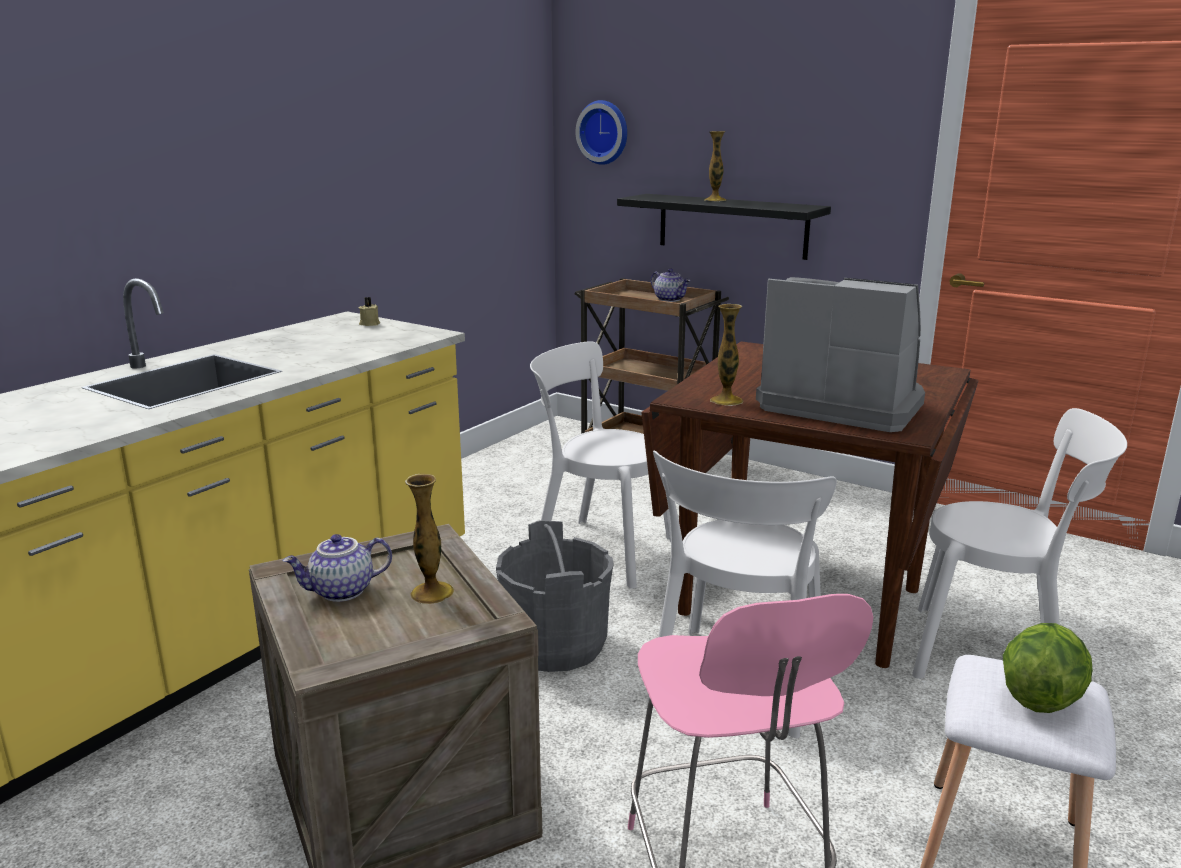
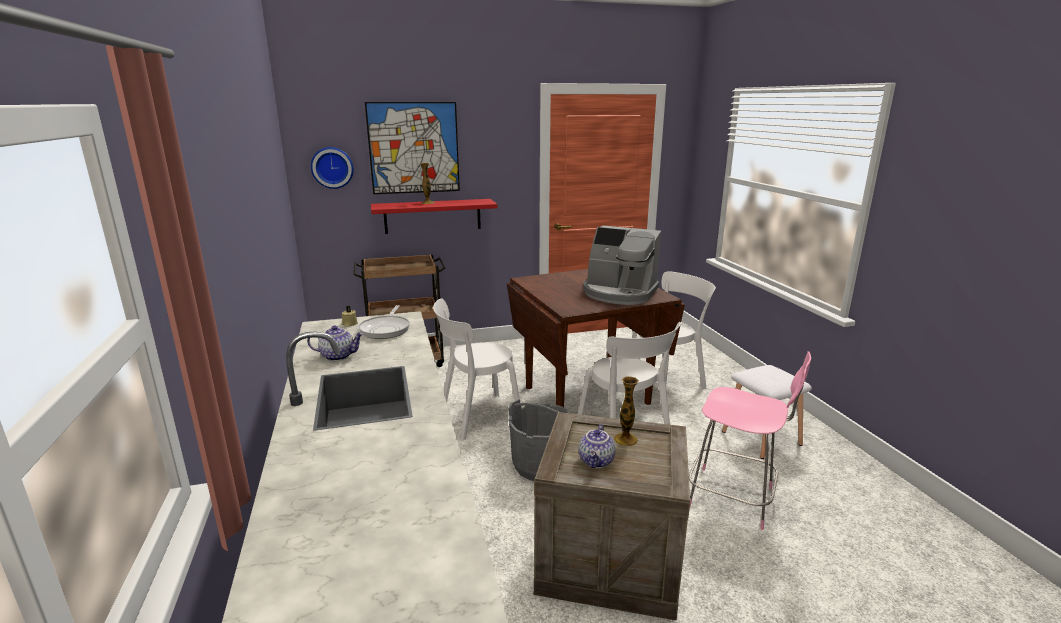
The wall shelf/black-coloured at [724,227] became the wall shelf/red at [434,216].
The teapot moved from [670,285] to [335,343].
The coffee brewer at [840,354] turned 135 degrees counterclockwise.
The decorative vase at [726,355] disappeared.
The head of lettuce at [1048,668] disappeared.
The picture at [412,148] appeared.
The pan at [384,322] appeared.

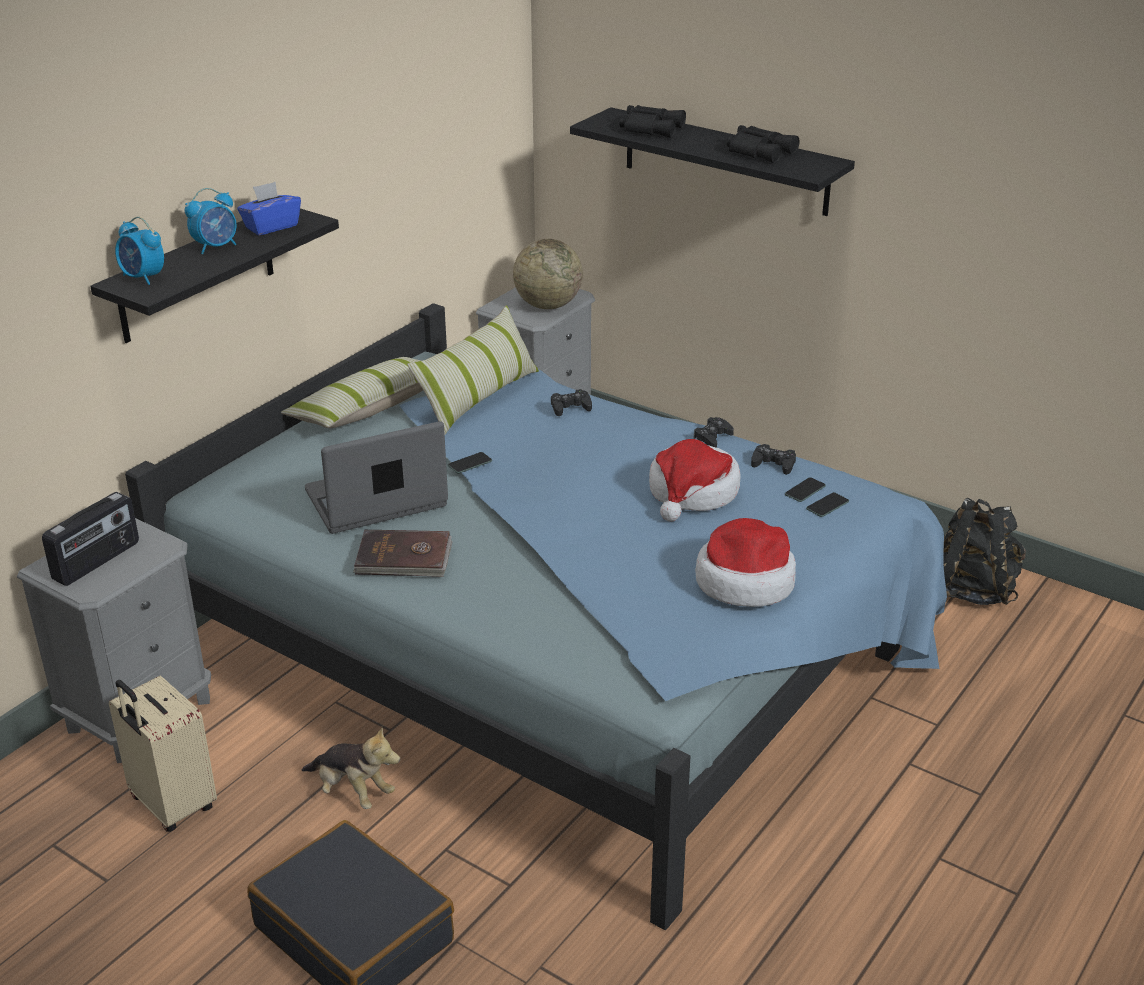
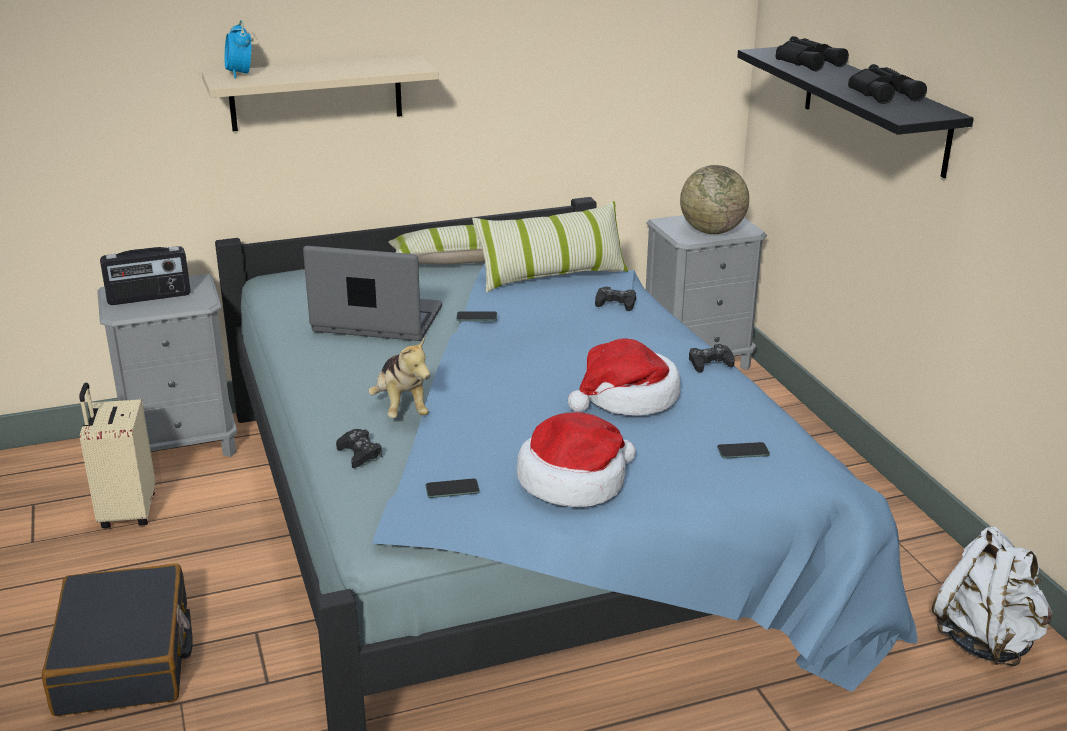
The tissue holder/blue-coloured at [269,209] disappeared.
The alarm clock at [210,221] disappeared.
The wall shelf/black-coloured at [214,275] became the wall shelf/beige-coloured at [320,93].
The joypad/black-coloured moved from [773,459] to [359,448].
The handset moved from [805,489] to [452,488].
The backpack/black-coloured at [984,551] became the backpack/white at [992,596].
The volume/brown at [403,553] disappeared.
The soft toy moved from [351,767] to [399,377].

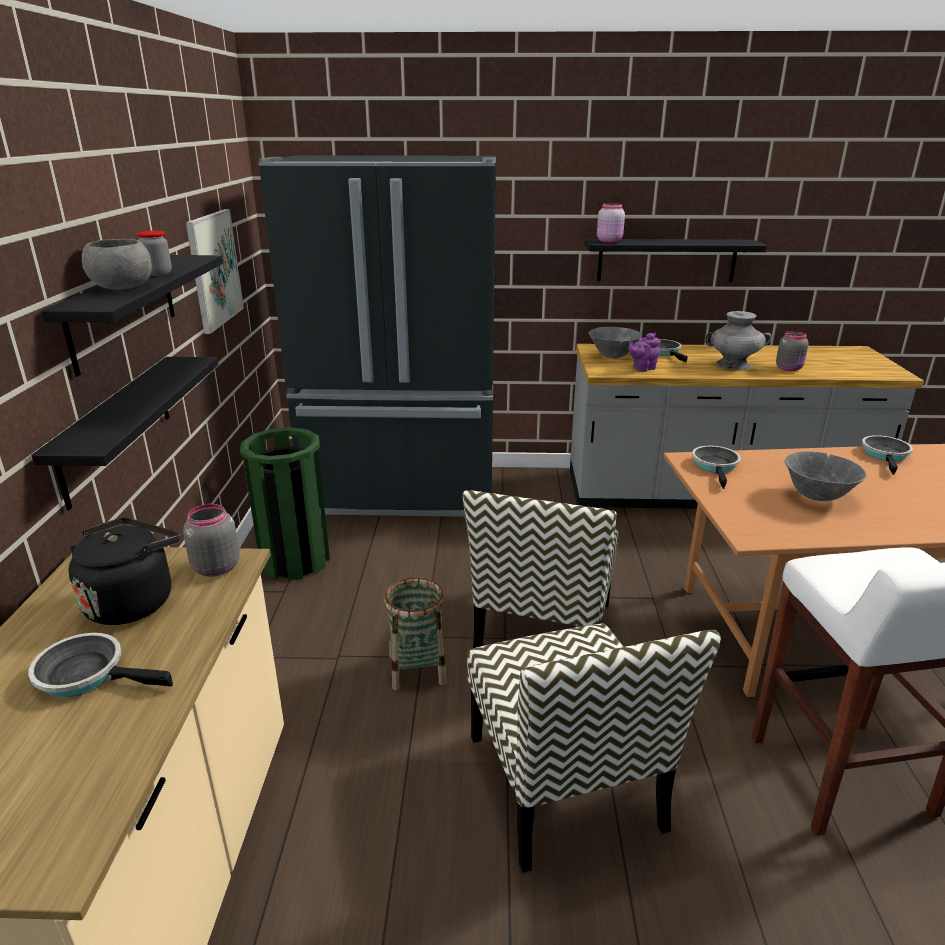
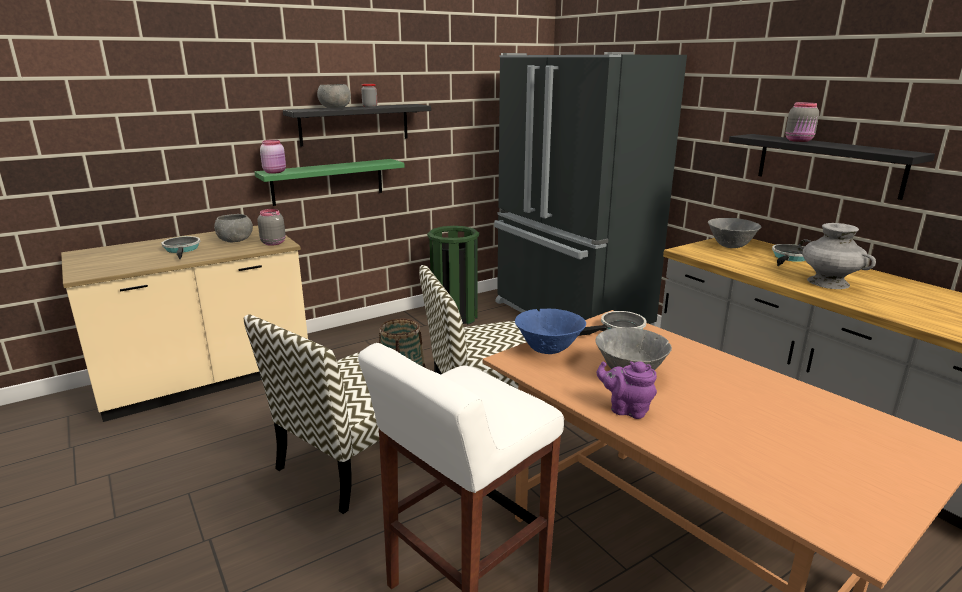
The preserve jar/pink moved from [611,223] to [273,157].
The picture at [215,271] disappeared.
The preserve jar/grey moved from [792,351] to [802,122].
The teapot/purple-coloured moved from [644,352] to [627,390].
The wall shelf/black-coloured at [124,433] became the wall shelf/green at [329,182].
The pan at [887,455] disappeared.
The water kettle/black-coloured at [124,571] was replaced by the deep dish/grey at [233,228].
The deep dish/blue-coloured at [550,331] appeared.

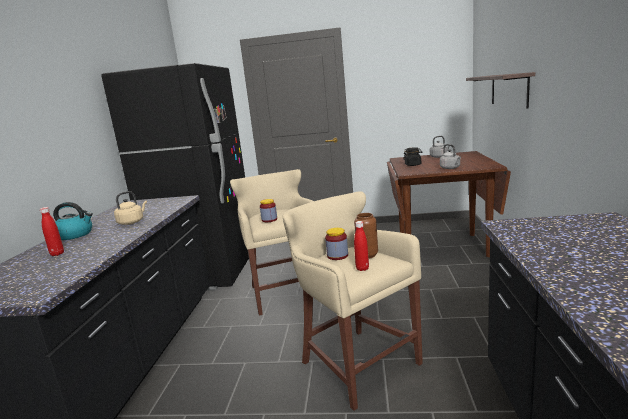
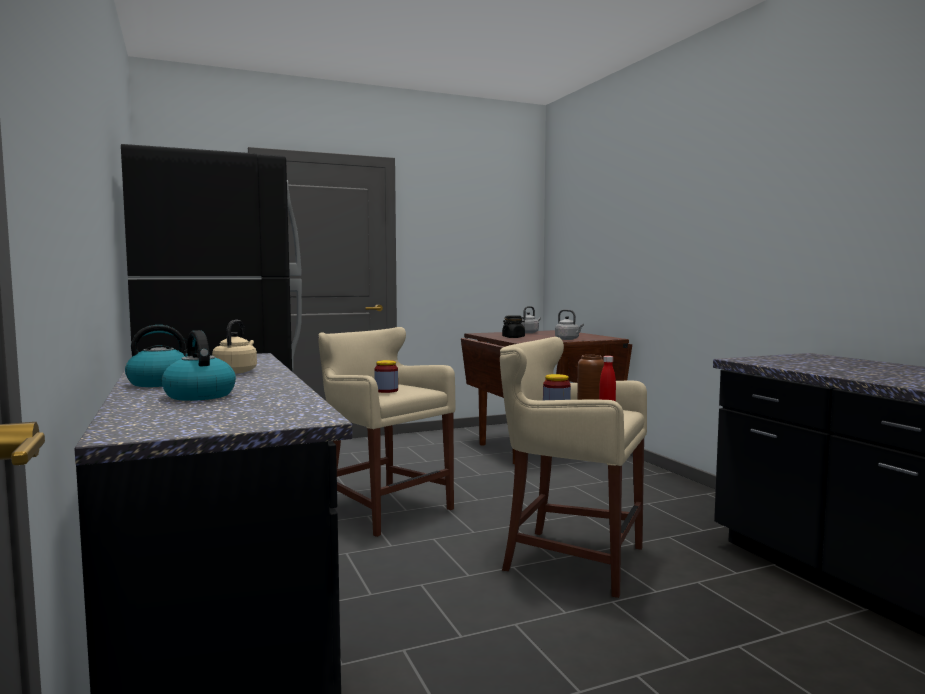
The wall shelf at [500,90] disappeared.
The drink bottle/red at [52,231] was replaced by the water kettle at [199,365].

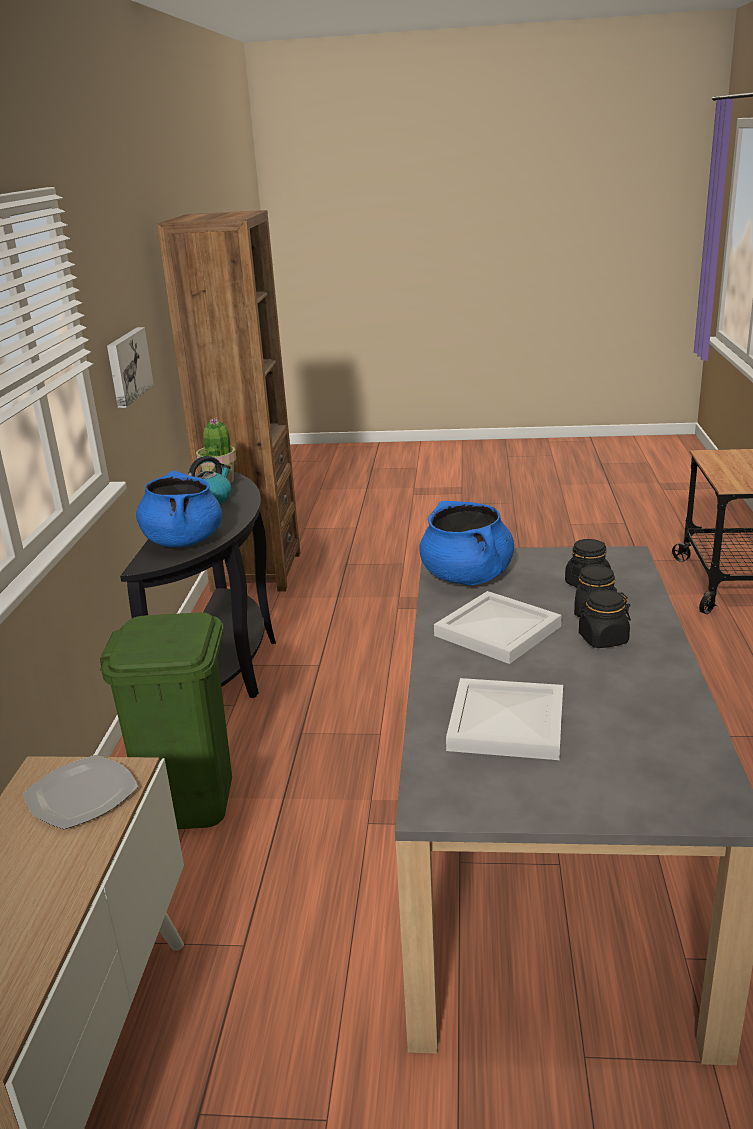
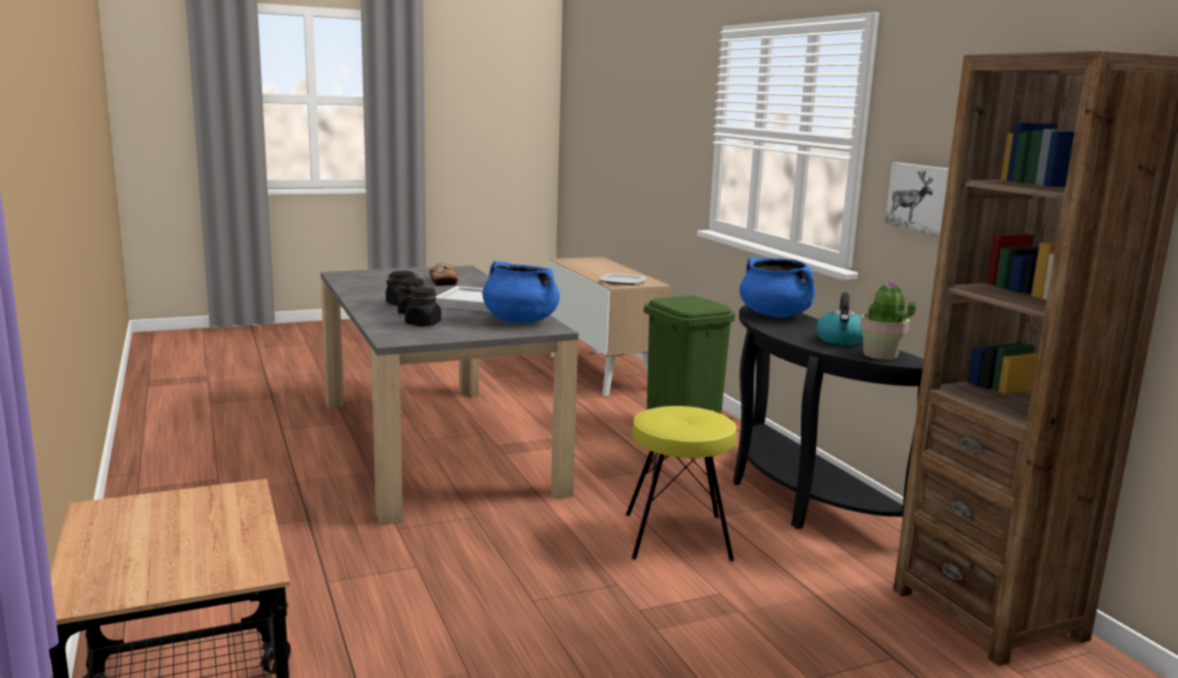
The tray/white at [504,719] was replaced by the baked bread at [443,274].
The stool seat/yellowish at [681,484] appeared.

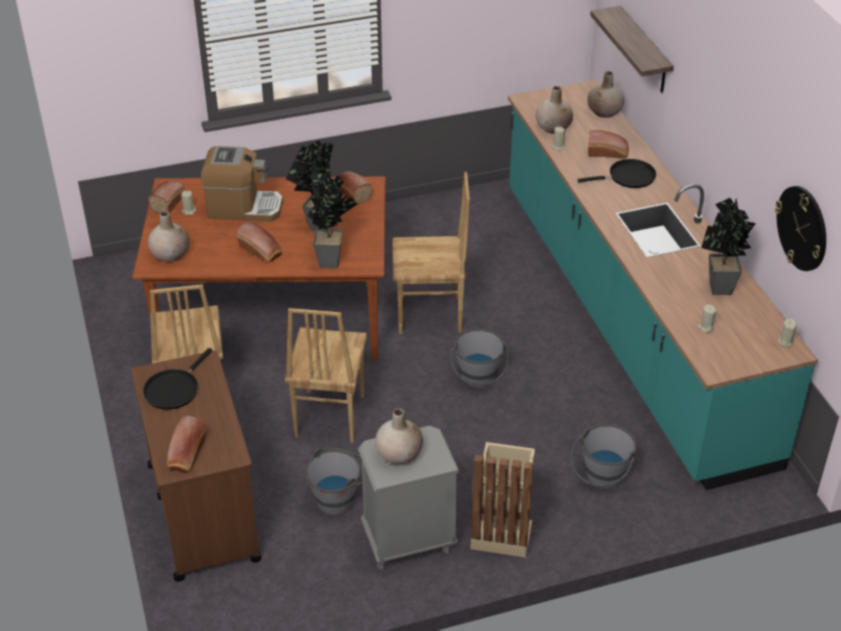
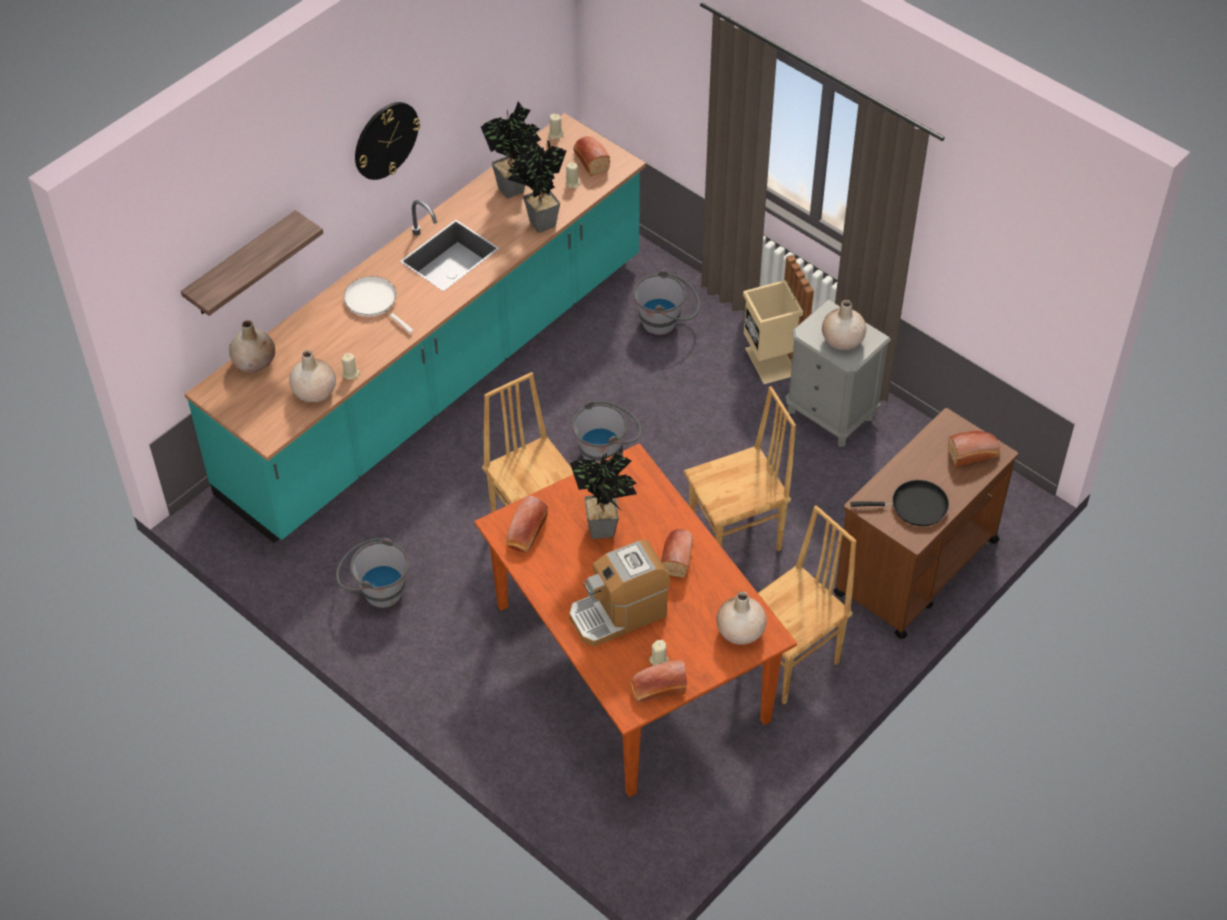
The baked bread moved from [608,144] to [591,156].
The coffee brewer at [242,184] turned 90 degrees counterclockwise.
The pan/black-coloured at [617,173] became the pan/white at [378,304].
The potted plant moved from [332,220] to [537,186].
The clock on the wall moved from [800,228] to [387,141].
The bucket/grey moved from [333,481] to [372,573].

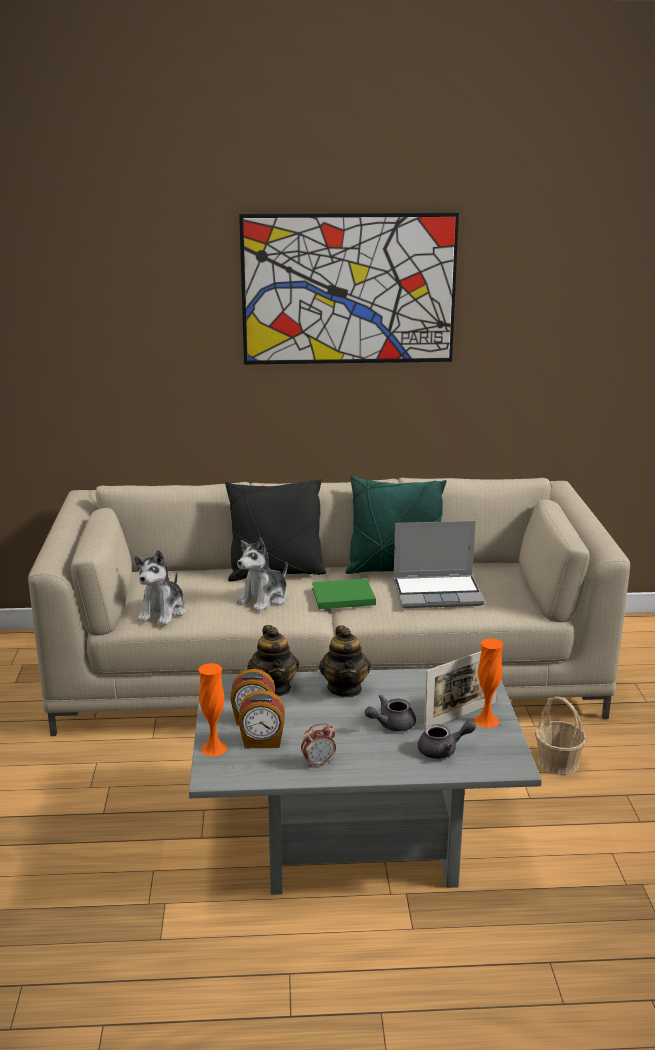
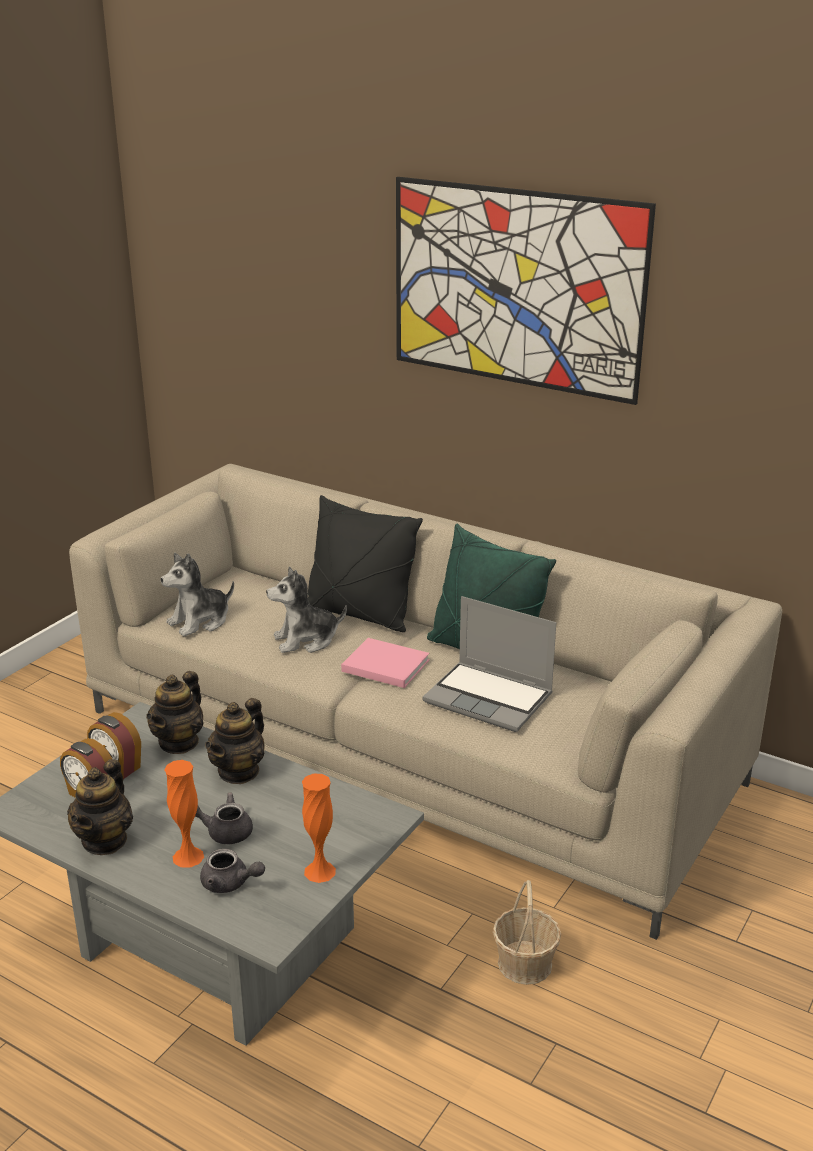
The volume/green at [344,594] became the volume/pink at [385,663].
The photo frame at [460,690] disappeared.
The decorative vase/orangey moved from [212,709] to [184,814].
The alarm clock at [318,745] was replaced by the teapot at [100,807].

